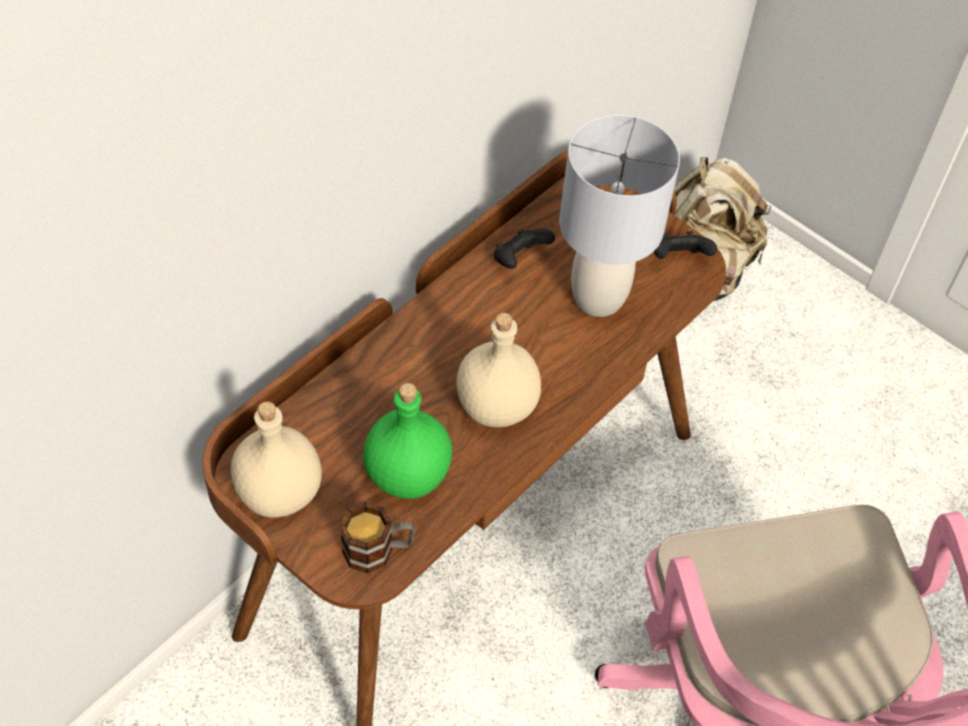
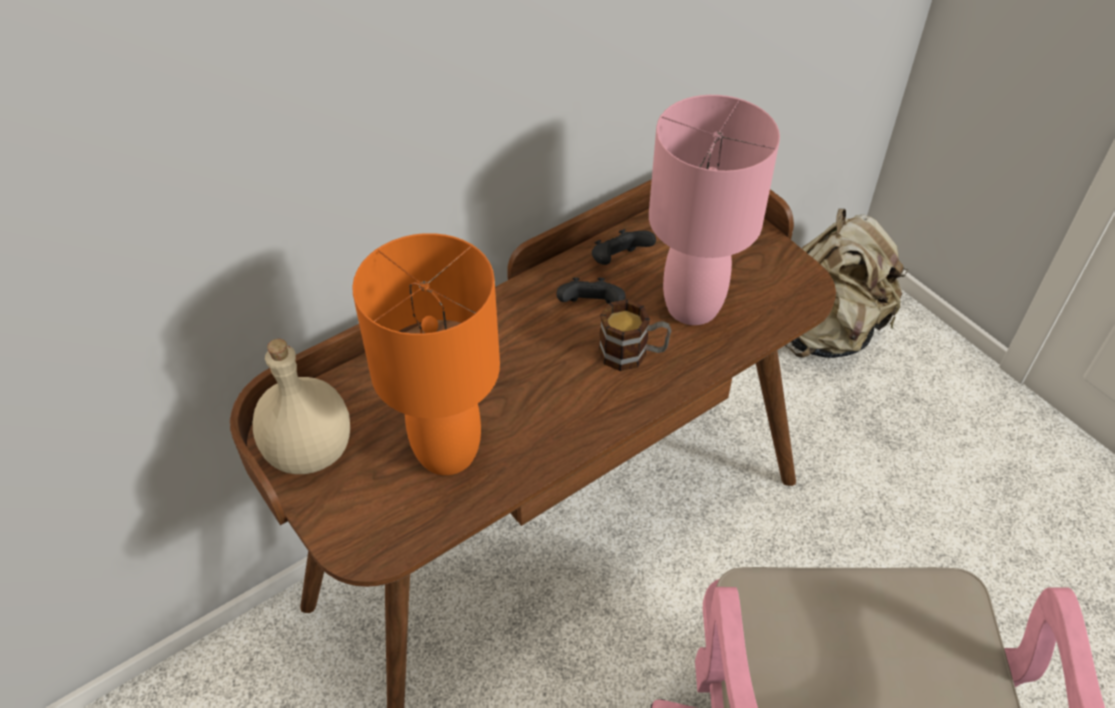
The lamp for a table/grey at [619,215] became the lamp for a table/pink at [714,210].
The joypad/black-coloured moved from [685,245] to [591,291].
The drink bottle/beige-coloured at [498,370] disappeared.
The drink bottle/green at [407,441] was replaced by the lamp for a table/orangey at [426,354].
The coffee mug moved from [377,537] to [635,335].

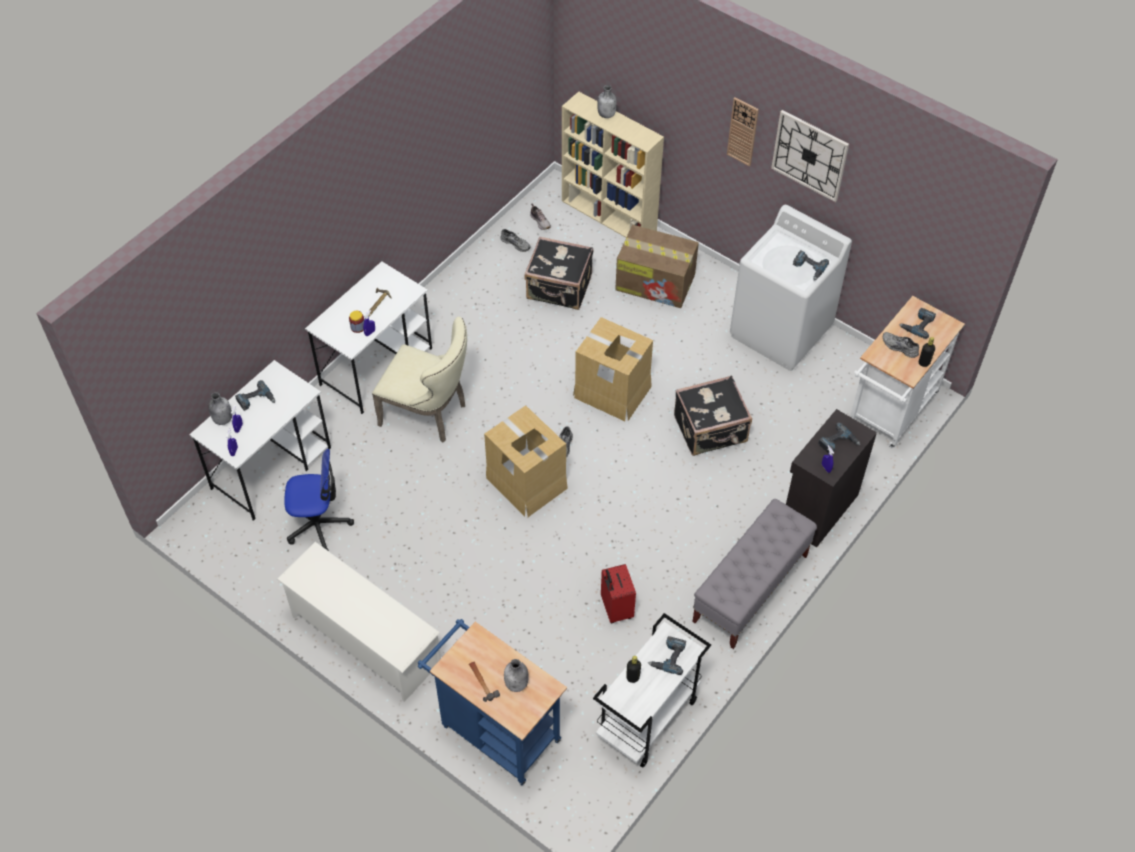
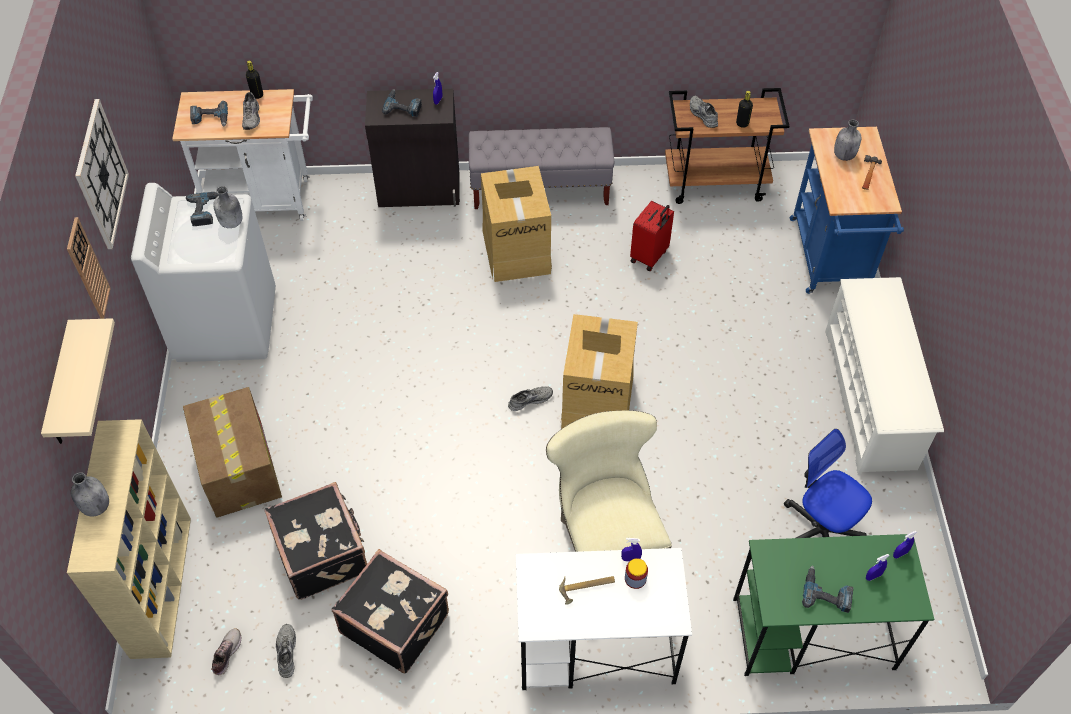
The packing box moved from [613,369] to [516,224].
The desk unit/white at [260,440] became the desk unit/green at [833,605].
The suitcase/black-coloured moved from [713,415] to [390,611].
The drink bottle/grey moved from [220,408] to [227,207].
The cart/white at [652,690] became the cart/brown at [727,146].
The drill at [667,655] was replaced by the shoe/grey at [704,112].
The wall shelf/beige-coloured at [78,381] appeared.

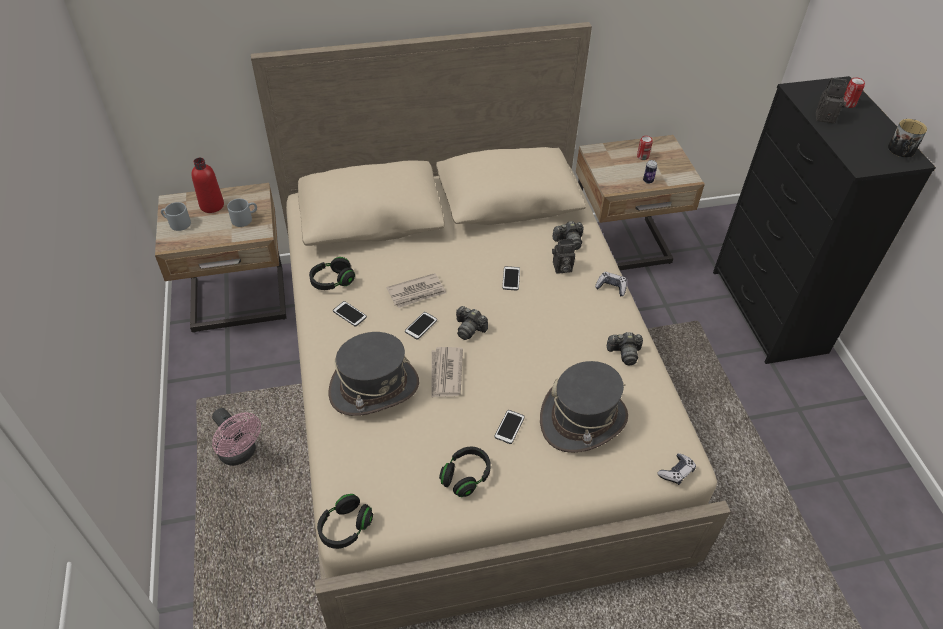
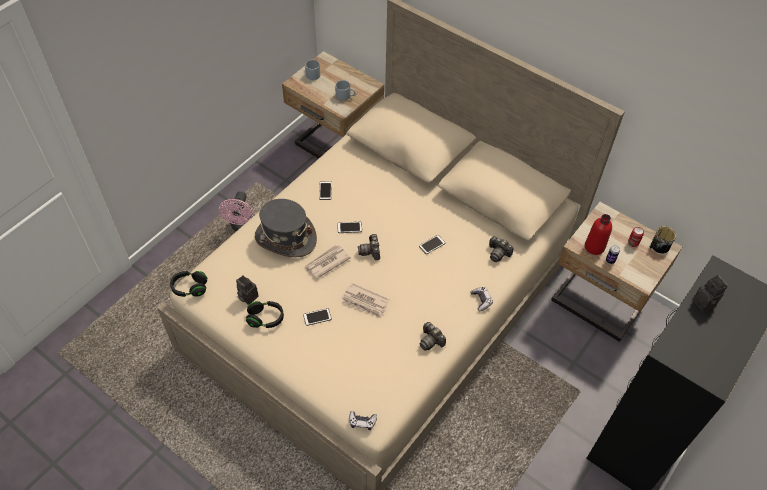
The can at [854,93] disappeared.
The coffee mug moved from [907,138] to [662,240].
The drink bottle/red moved from [207,185] to [598,234].
The still camera moved from [563,256] to [247,290].
The pair of headphones/black-coloured at [332,273] disappeared.
The newspaper moved from [416,290] to [365,300].
The clothing hat/grey at [584,407] disappeared.

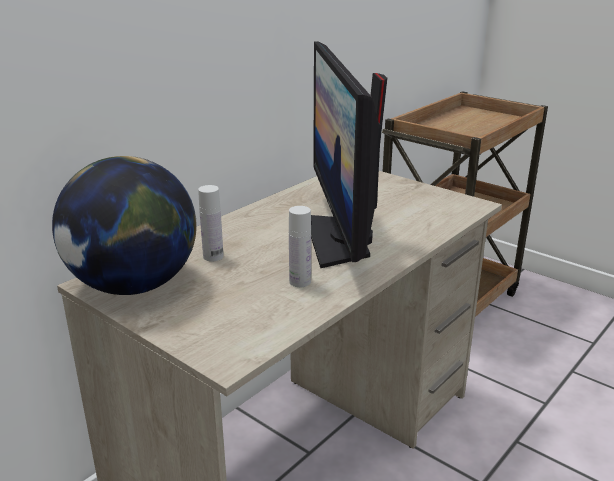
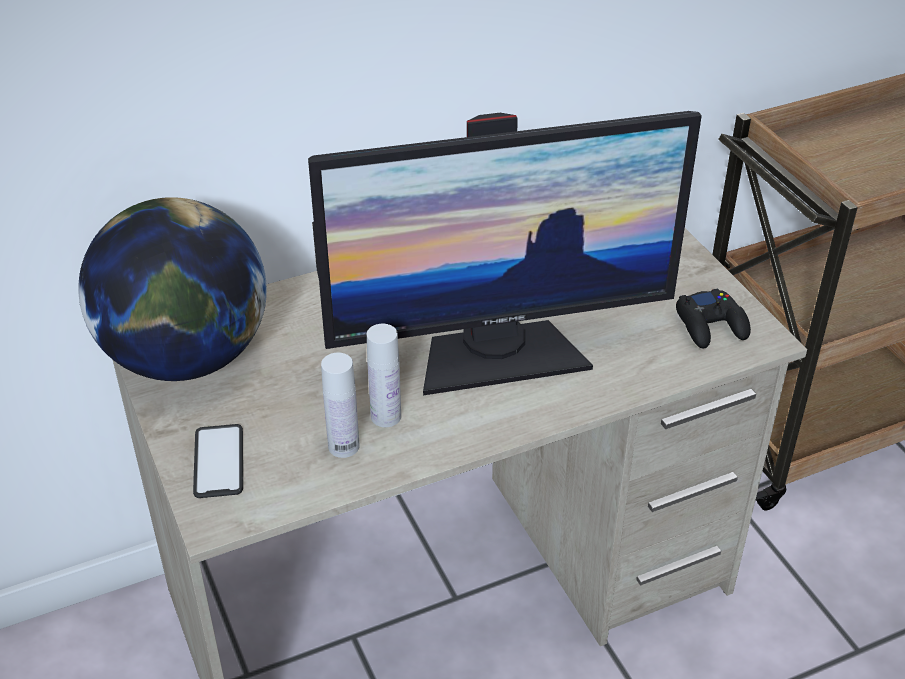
The monitor at [349,154] turned 120 degrees counterclockwise.
The drink bottle/white moved from [211,223] to [340,405].
The joypad/black-coloured at [713,318] appeared.
The handset at [218,461] appeared.

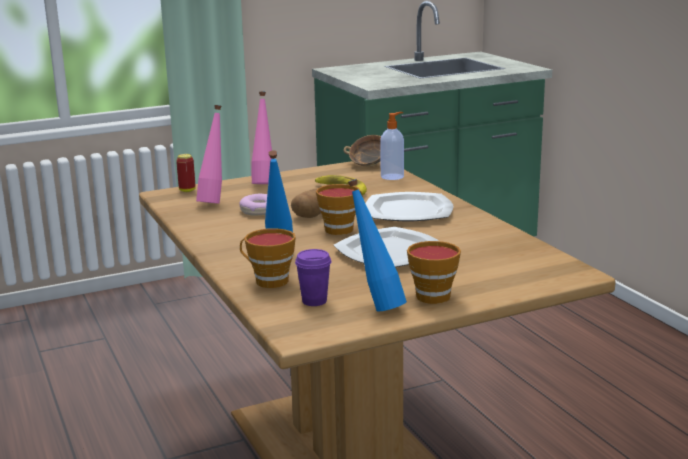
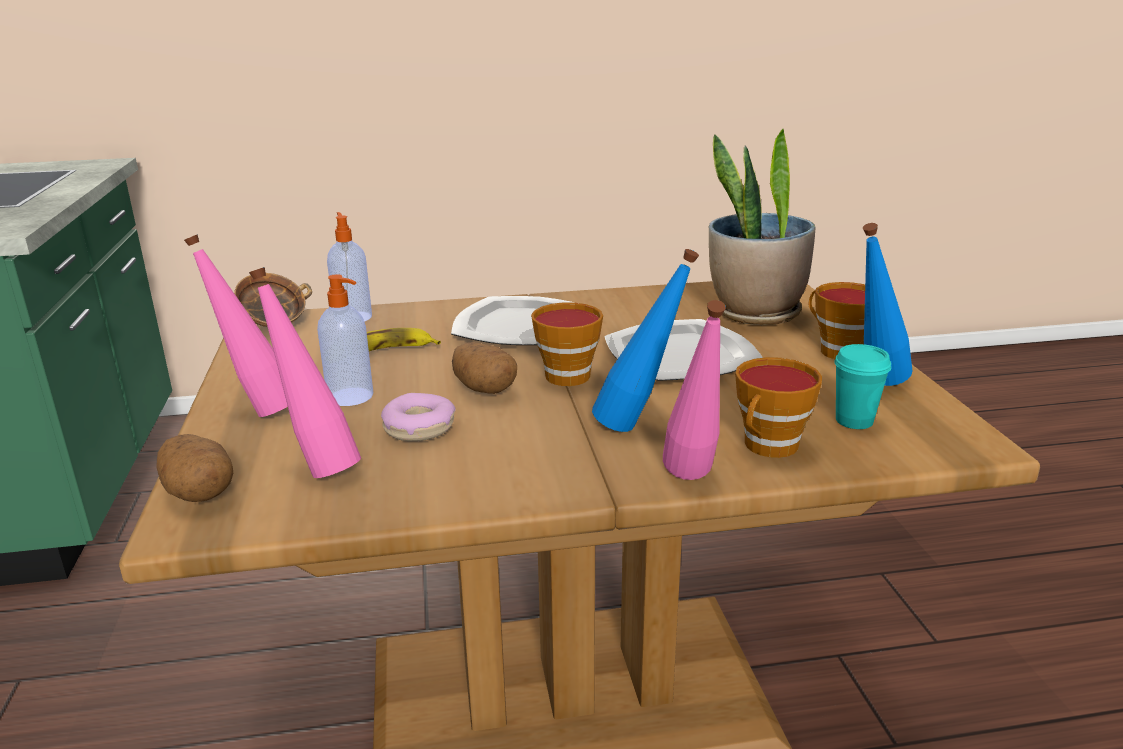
The can at [186,173] was replaced by the potato at [194,468].
The drinking cup/purple-coloured at [313,277] became the drinking cup/turquoise-coloured at [862,386].
The potted plant at [762,227] appeared.
The soap bottle at [345,340] appeared.
The drink bottle/pink at [694,390] appeared.

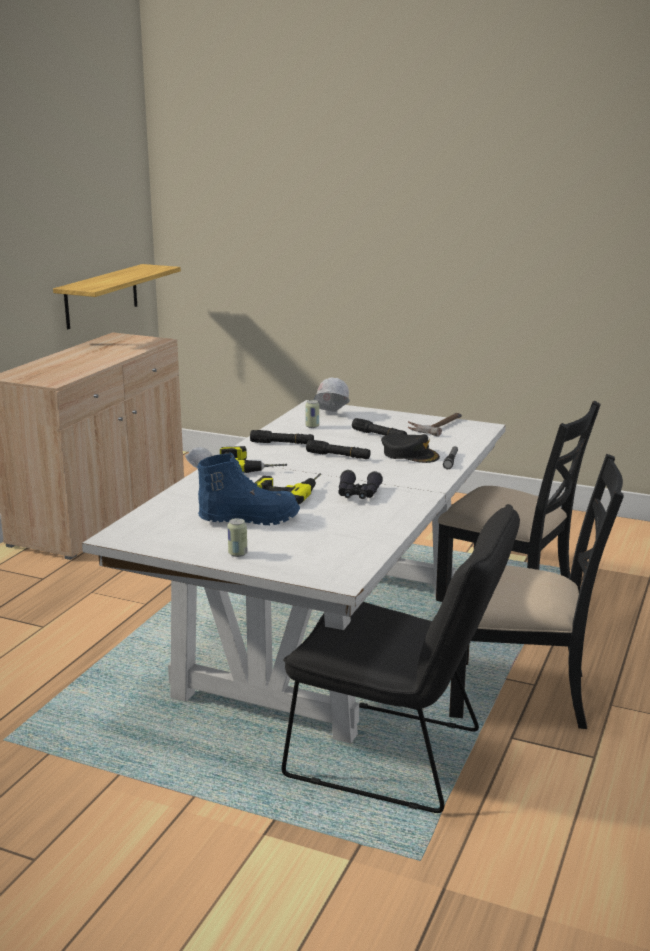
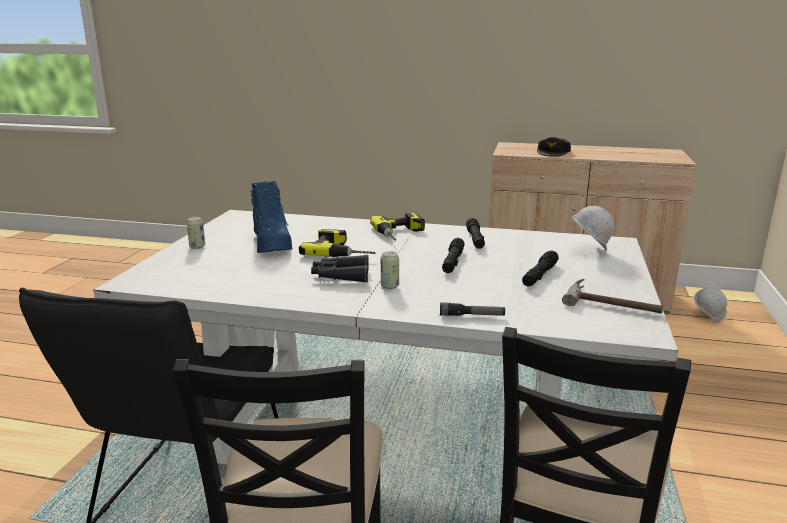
The wall shelf at [117,296] disappeared.
The can moved from [312,414] to [390,270].
The baseball cap/black-coloured moved from [410,448] to [554,147].

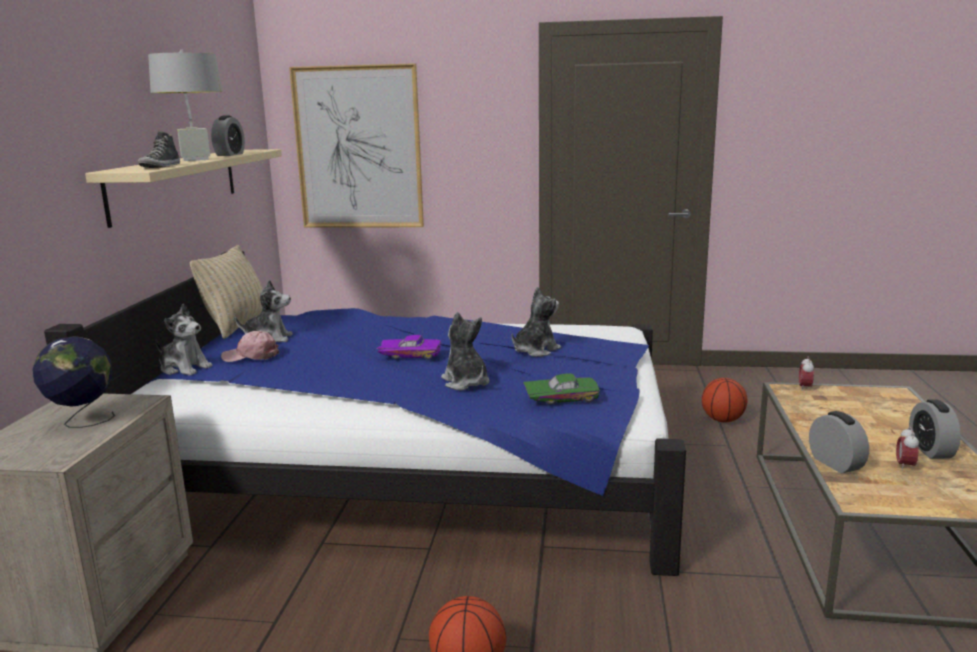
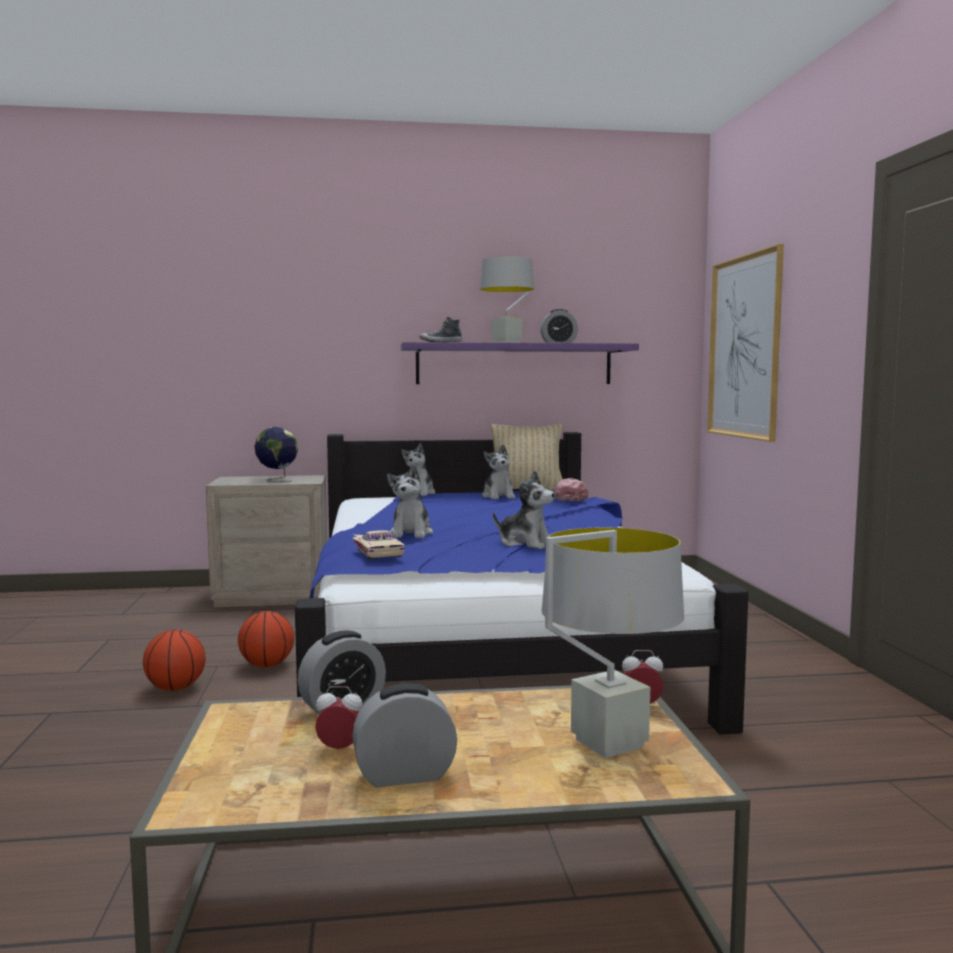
The wall shelf/beige-coloured at [183,188] became the wall shelf/purple-coloured at [520,363].
The soft toy at [465,351] turned 135 degrees clockwise.
The baseball cap/pink moved from [250,346] to [571,489].
The toy car/purple-coloured at [408,347] disappeared.
The toy car/green at [561,389] became the toy car/beige-coloured at [379,544].
The basketball moved from [724,400] to [266,639].
The lamp for a table/grey at [613,643] appeared.

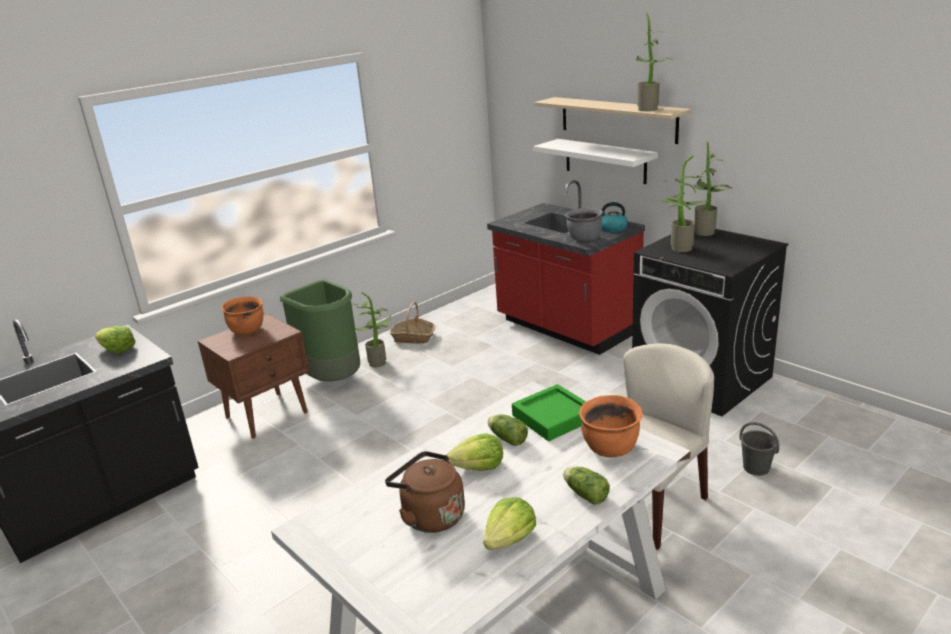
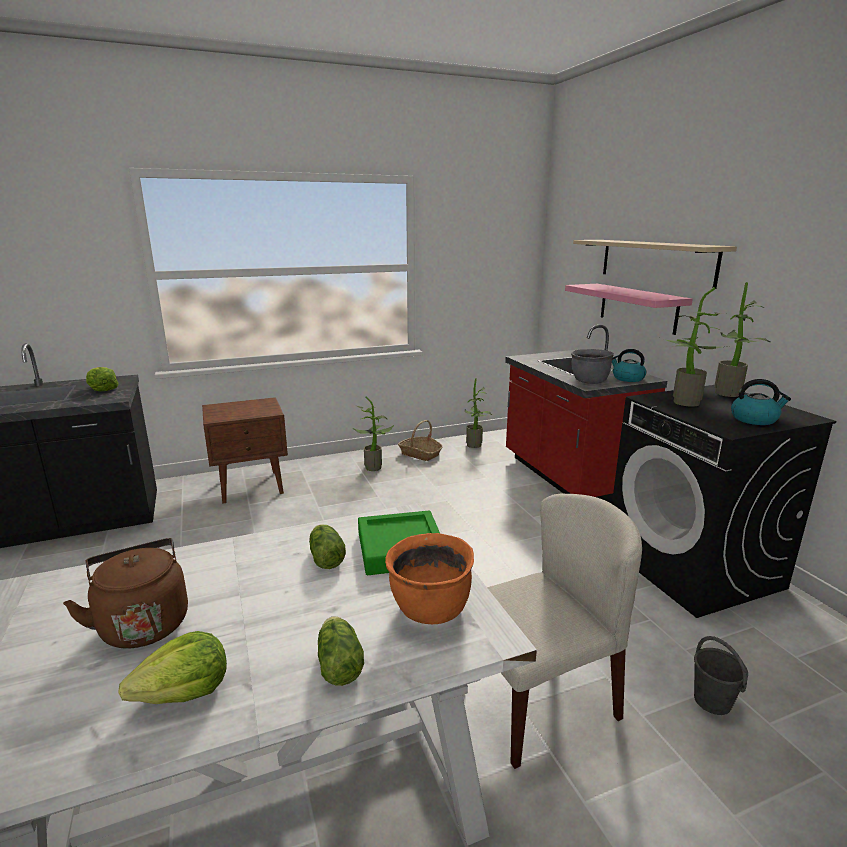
The potted plant moved from [655,62] to [478,413].
The wall shelf/white at [595,161] became the wall shelf/pink at [629,309].
The trash can/green at [320,330] disappeared.
The saucepot/orangey at [242,315] disappeared.
The head of lettuce at [475,452] disappeared.
The water kettle at [761,402] appeared.

